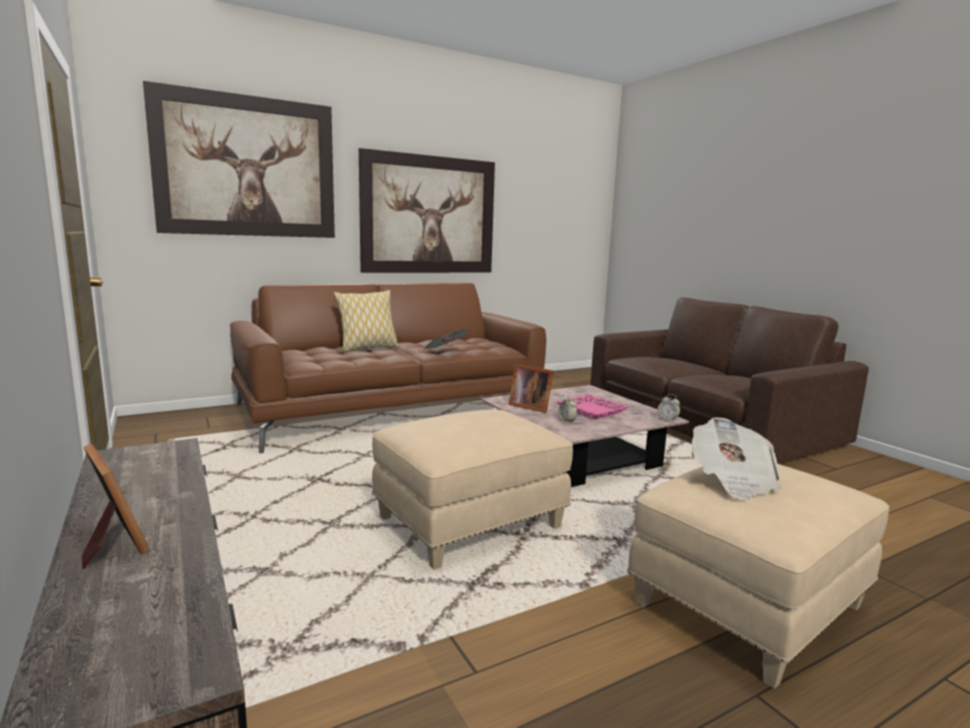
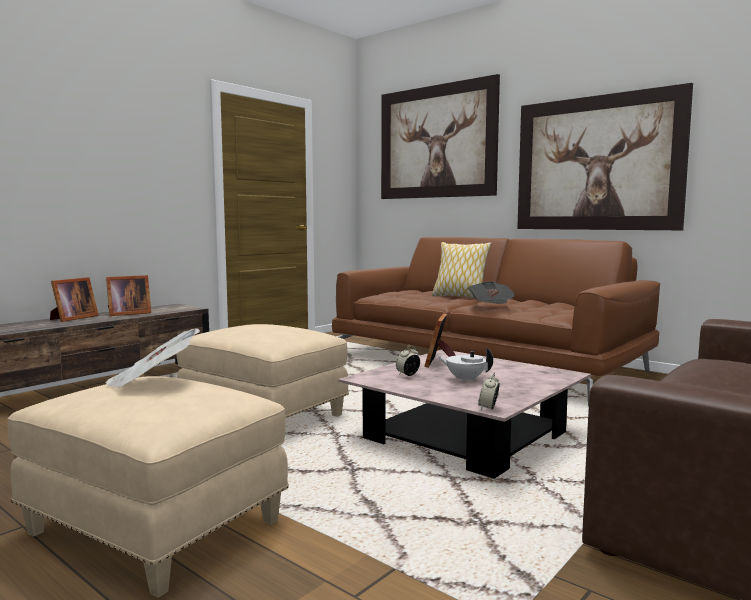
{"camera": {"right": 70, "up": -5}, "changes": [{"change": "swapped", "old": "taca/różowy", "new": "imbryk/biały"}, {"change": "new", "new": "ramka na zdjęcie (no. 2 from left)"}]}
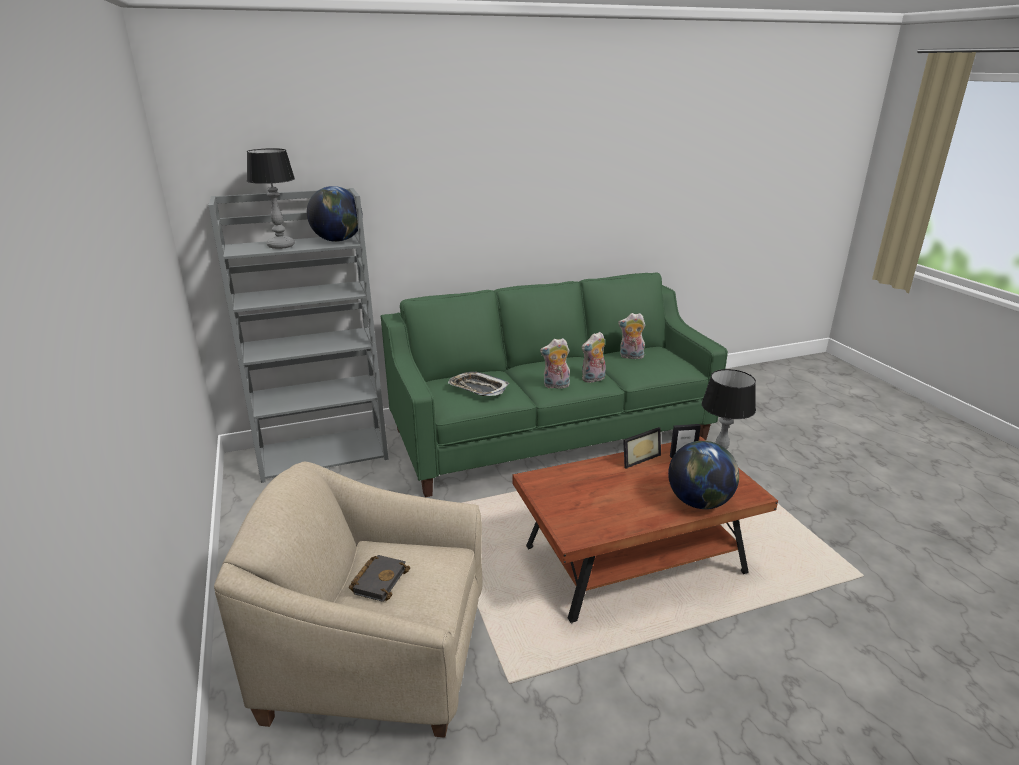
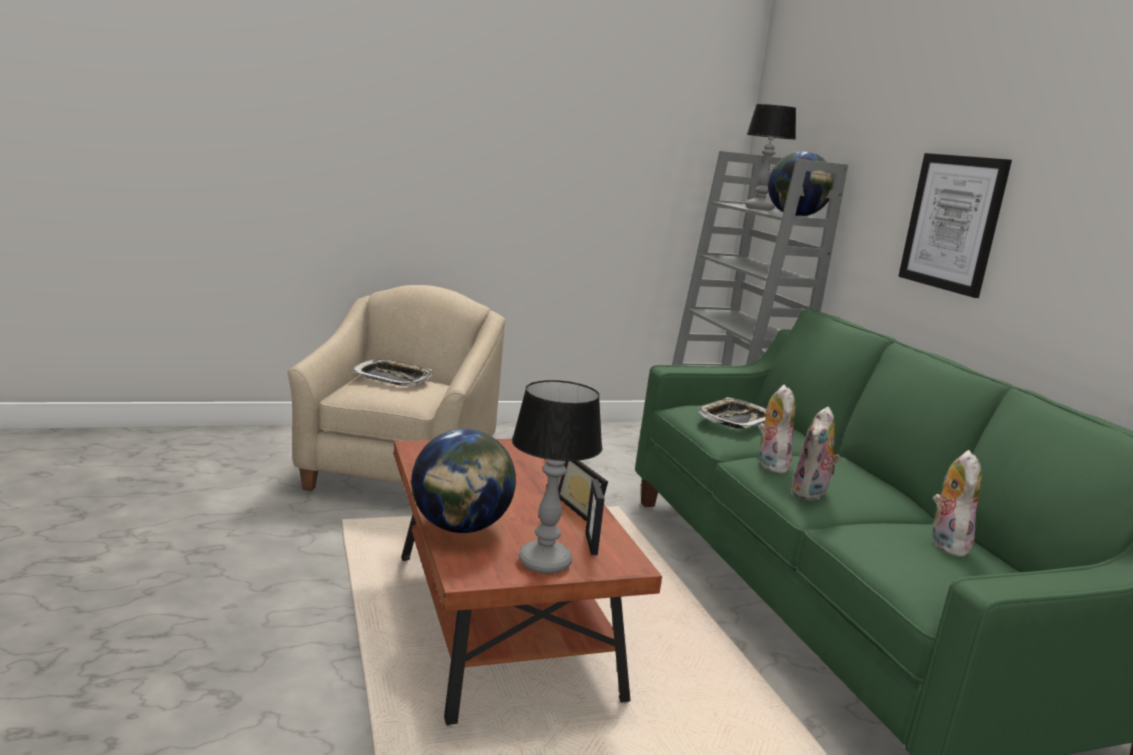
{"camera": {"right": 90, "up": -10}, "changes": [{"change": "swapped", "old": "książka/czarny", "new": "taca (no. 1 from left)"}, {"change": "rotated", "old": "pluszak (no. 2 from left)", "degrees": -120}, {"change": "new", "new": "obraz"}]}
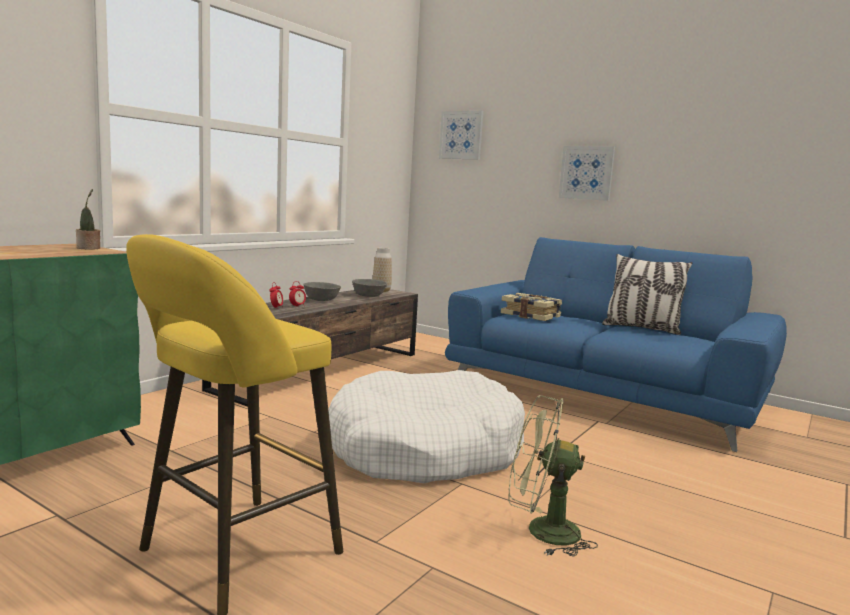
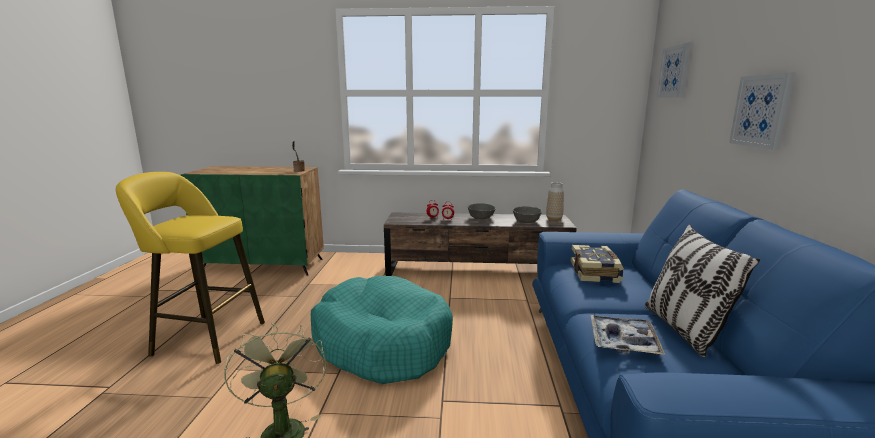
{"camera": {"right": 60, "up": 5}, "changes": [{"change": "repainted", "old": "legowisko/biały", "new": "legowisko/turkusowy"}, {"change": "new", "new": "taca"}]}
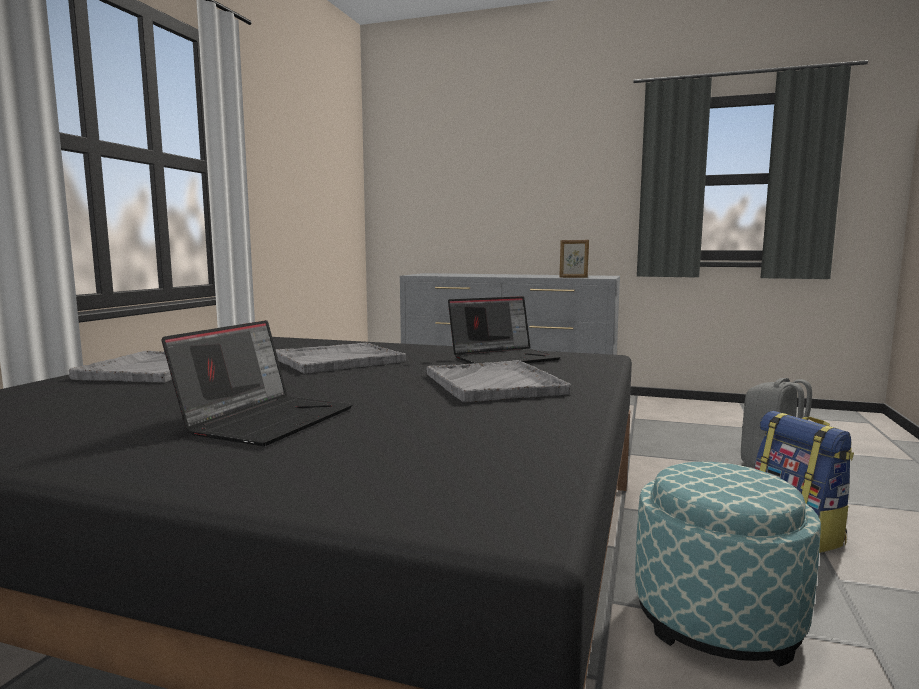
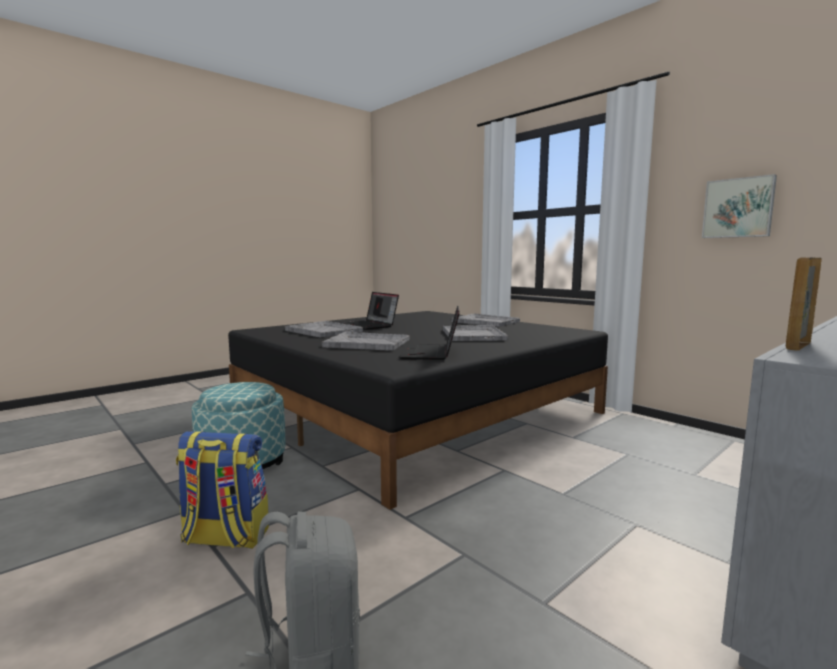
{"camera": {"right": 120, "up": 0}, "changes": [{"change": "new", "new": "taca/szary (no. 1 from left)"}, {"change": "new", "new": "obraz"}]}
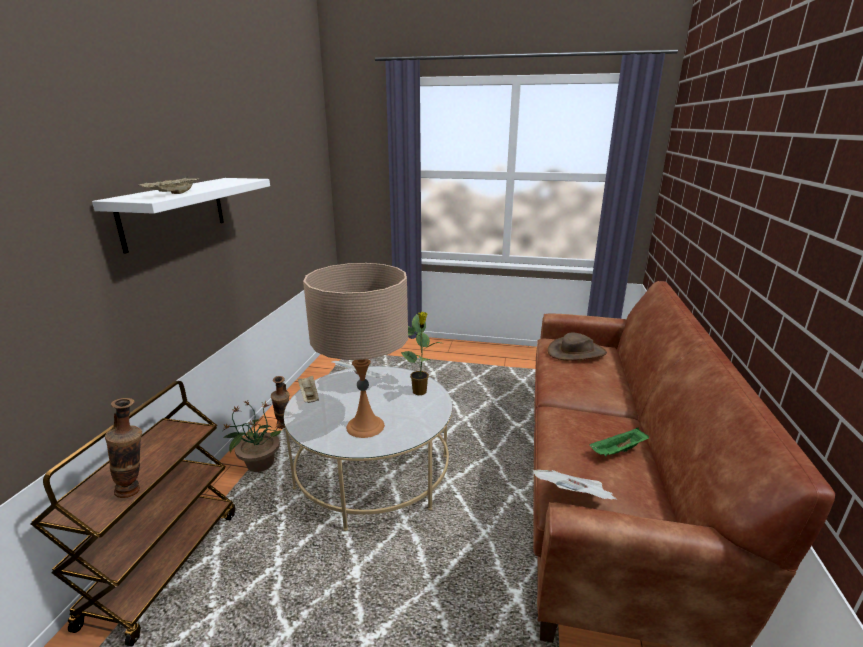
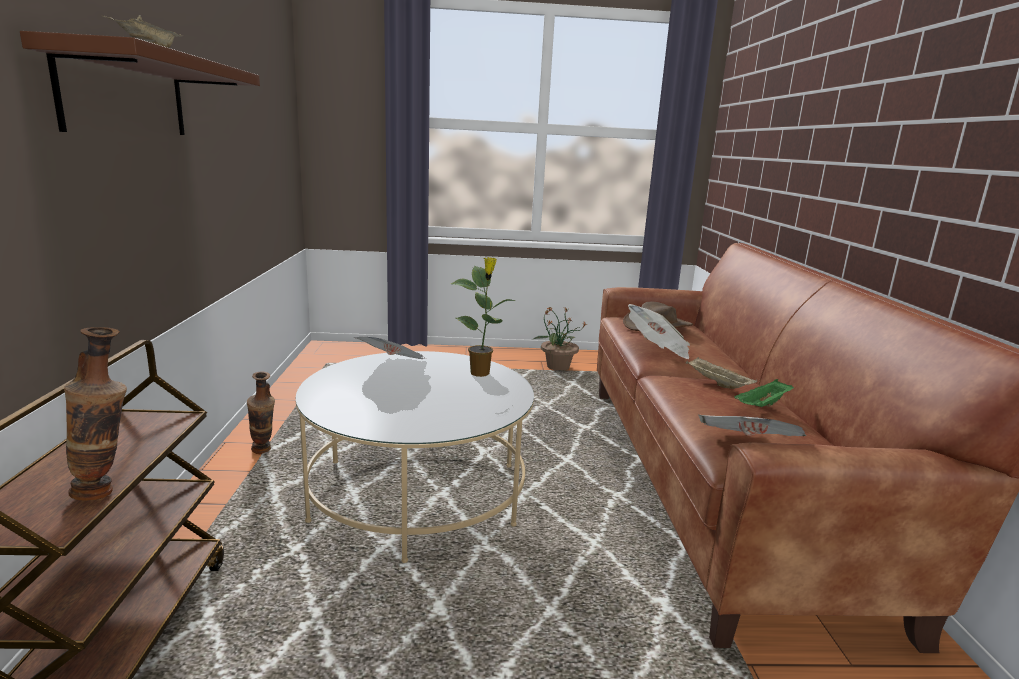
{"camera": {"right": -15, "up": -5}, "changes": [{"change": "repainted", "old": "półka/biały", "new": "półka/brązowy"}, {"change": "shifted", "old": "roślina doniczkowa (no. 1 from left in the first image)", "new": "roślina doniczkowa (no. 2 from left)"}, {"change": "shifted", "old": "taca/beżowy (no. 2 from left)"}, {"change": "gone", "old": "lampa stołowa/beżowy"}, {"change": "new", "new": "gazeta (no. 2 from left)"}]}
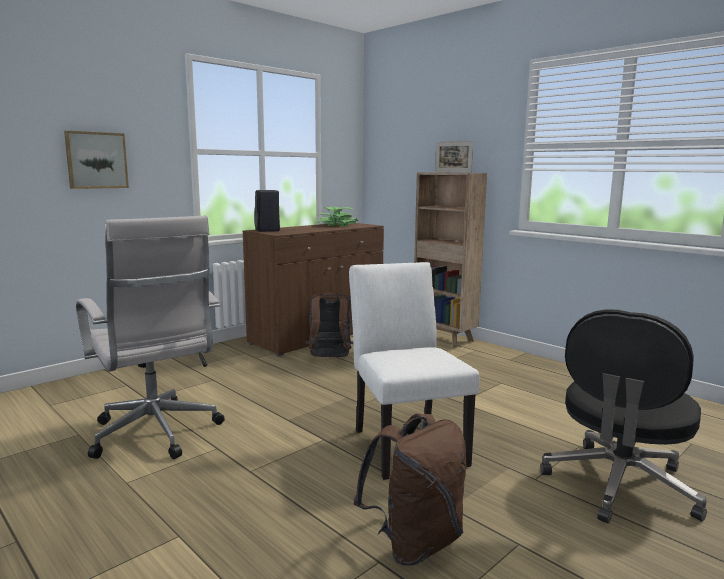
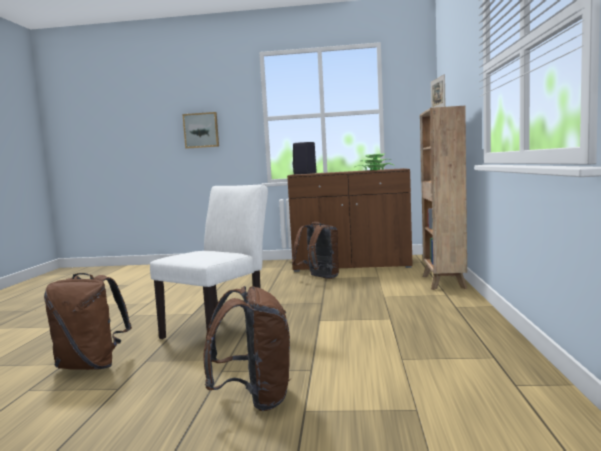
{"camera": {"right": 50, "up": -5}, "changes": [{"change": "gone", "old": "krzesło biurowe/biały"}, {"change": "swapped", "old": "krzesło biurowe/czarny", "new": "plecak/brązowy (no. 2 from left)"}]}
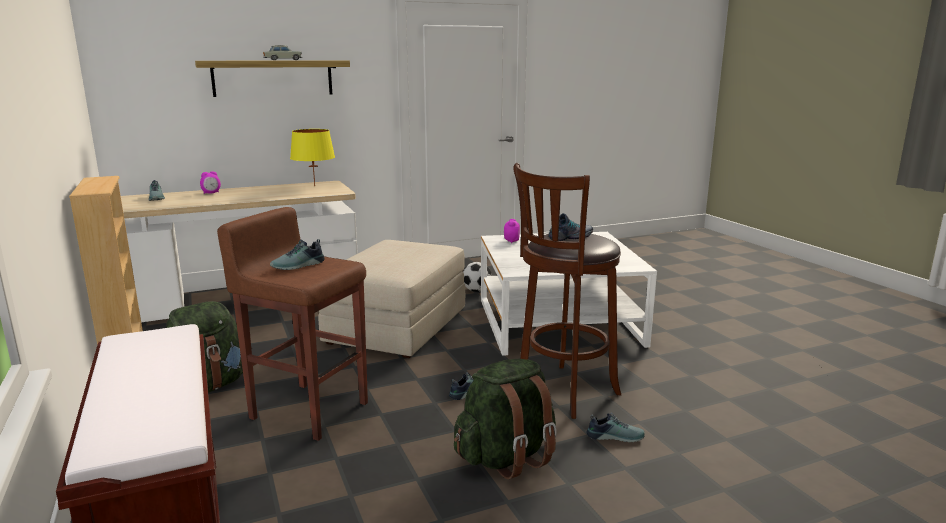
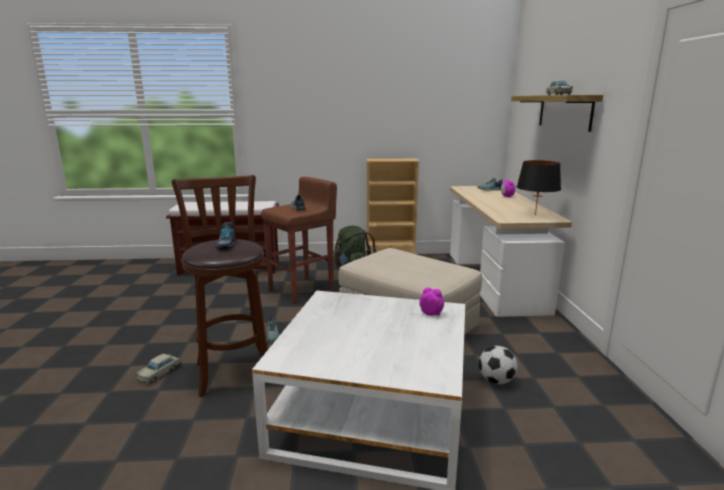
{"camera": {"right": 110, "up": 0}, "changes": [{"change": "repainted", "old": "lampa stołowa/żółty", "new": "lampa stołowa/czarny"}, {"change": "gone", "old": "plecak/zielony (no. 2 from left)"}, {"change": "swapped", "old": "but (no. 5 from left)", "new": "samochodzik/beżowy (no. 1 from left)"}]}
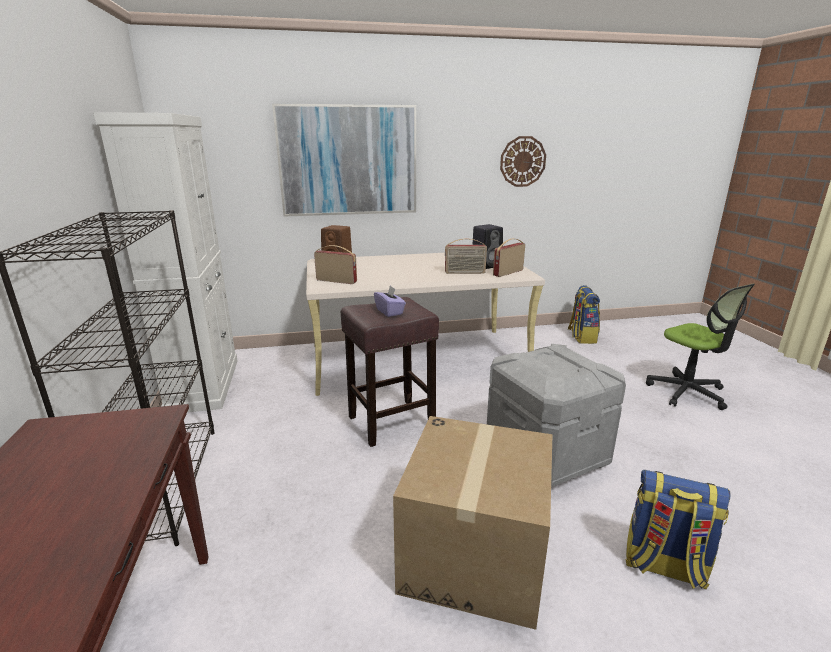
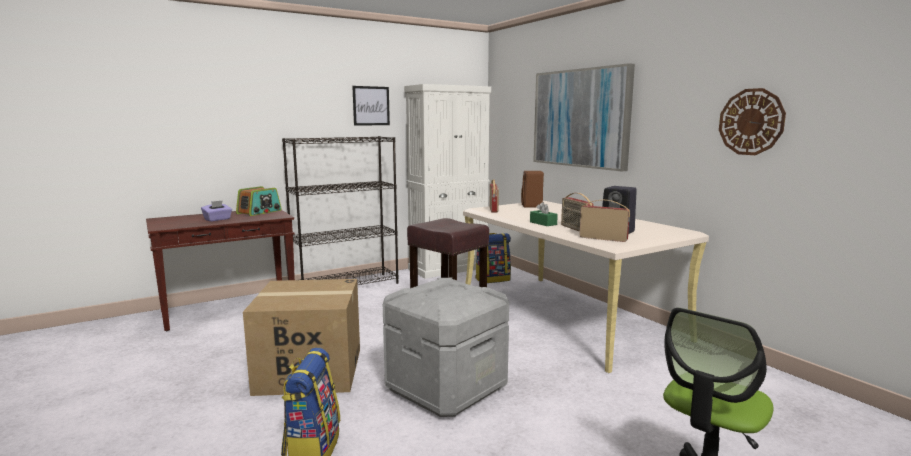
{"camera": {"right": 70, "up": -10}, "changes": [{"change": "shifted", "old": "pudełko chusteczek/fioletowy"}, {"change": "shifted", "old": "plecak (no. 1 from left in the first image)", "new": "plecak (no. 2 from left)"}, {"change": "new", "new": "radio (no. 1 from left)"}, {"change": "new", "new": "obraz (no. 1 from left)"}, {"change": "new", "new": "pudełko chusteczek/zielony"}]}
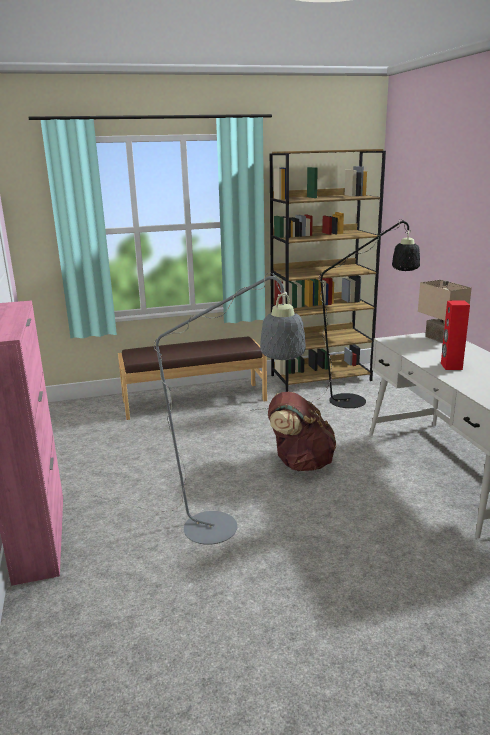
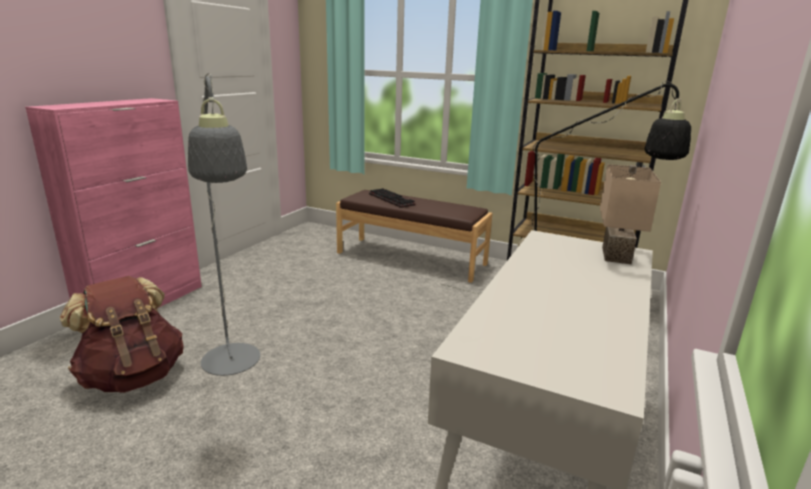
{"camera": {"right": 40, "up": 0}, "changes": [{"change": "shifted", "old": "plecak/brązowy"}, {"change": "gone", "old": "głośnik/czerwony"}, {"change": "new", "new": "klawiatura"}]}
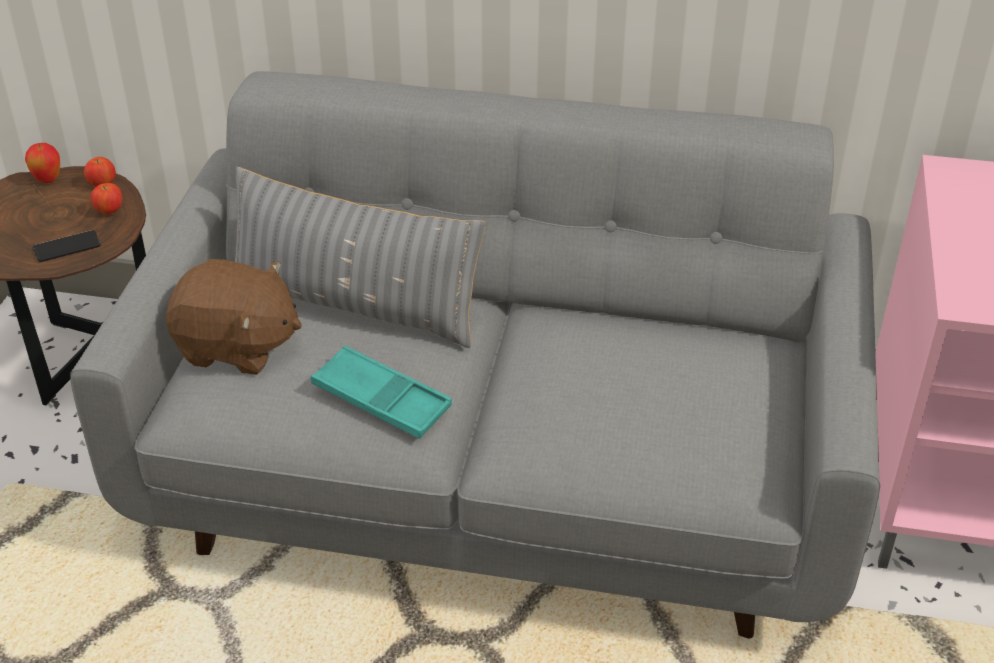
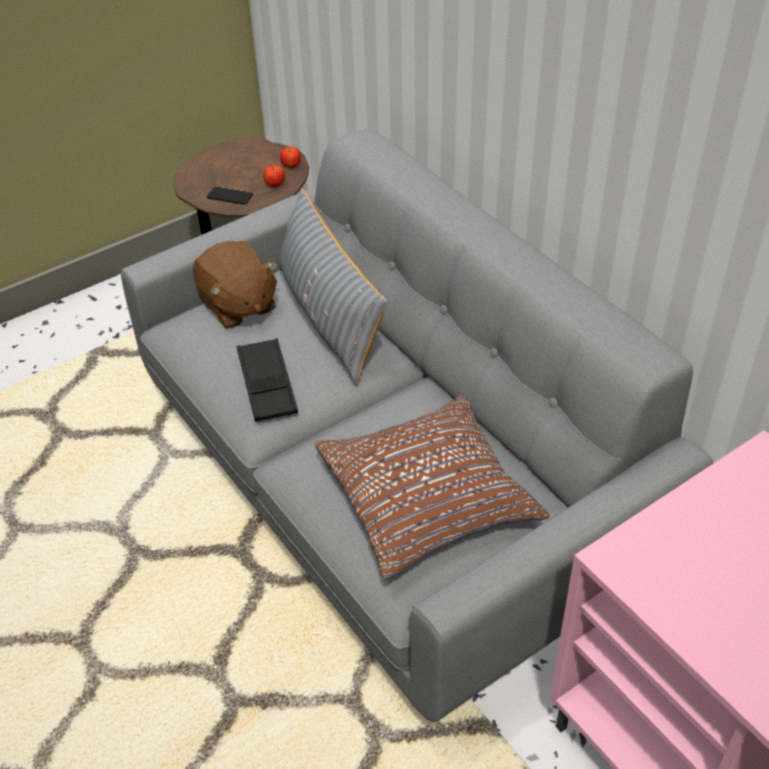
{"camera": {"right": 45, "up": 5}, "changes": [{"change": "gone", "old": "jabłko (no. 1 from left)"}, {"change": "repainted", "old": "taca/turkusowy", "new": "taca/czarny"}, {"change": "new", "new": "poduszka/brązowy"}]}
